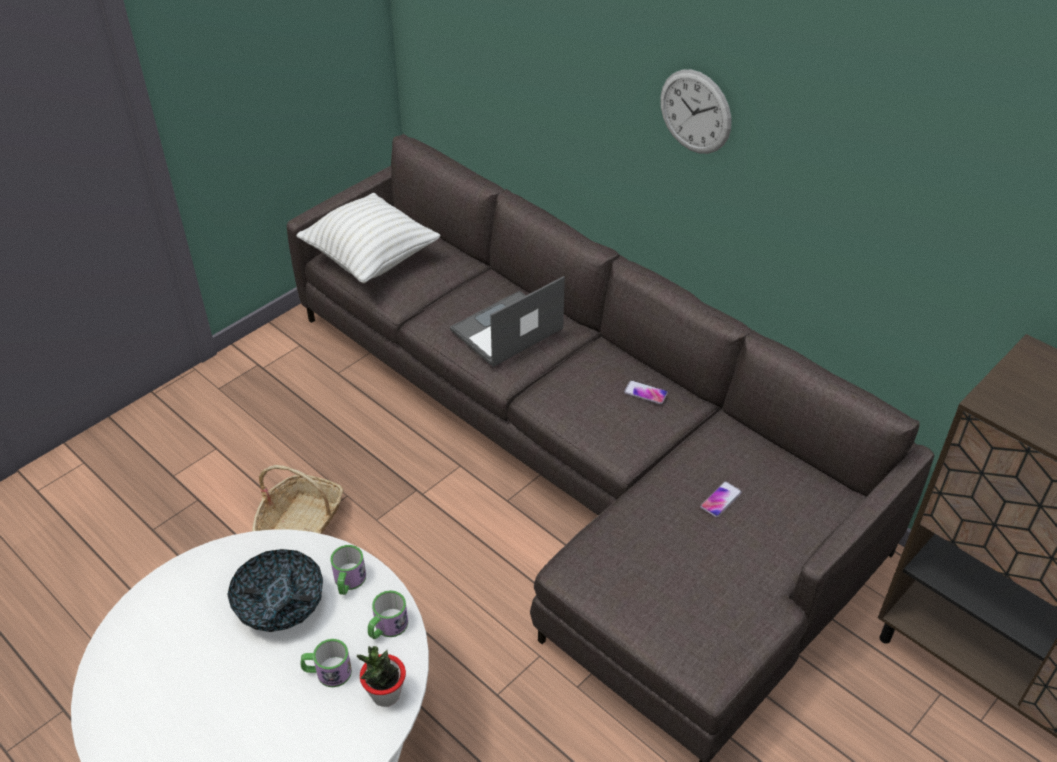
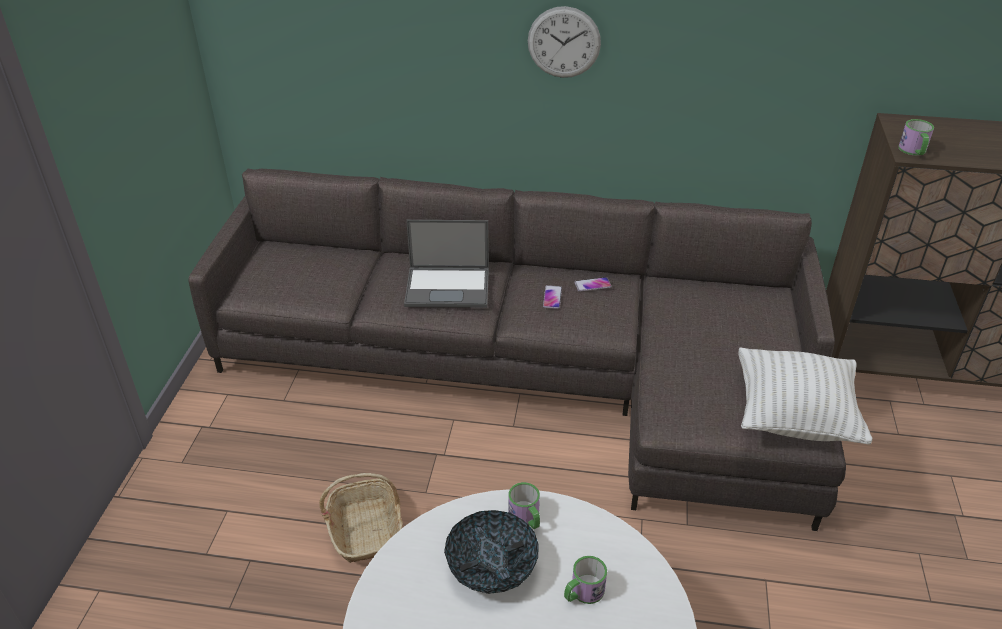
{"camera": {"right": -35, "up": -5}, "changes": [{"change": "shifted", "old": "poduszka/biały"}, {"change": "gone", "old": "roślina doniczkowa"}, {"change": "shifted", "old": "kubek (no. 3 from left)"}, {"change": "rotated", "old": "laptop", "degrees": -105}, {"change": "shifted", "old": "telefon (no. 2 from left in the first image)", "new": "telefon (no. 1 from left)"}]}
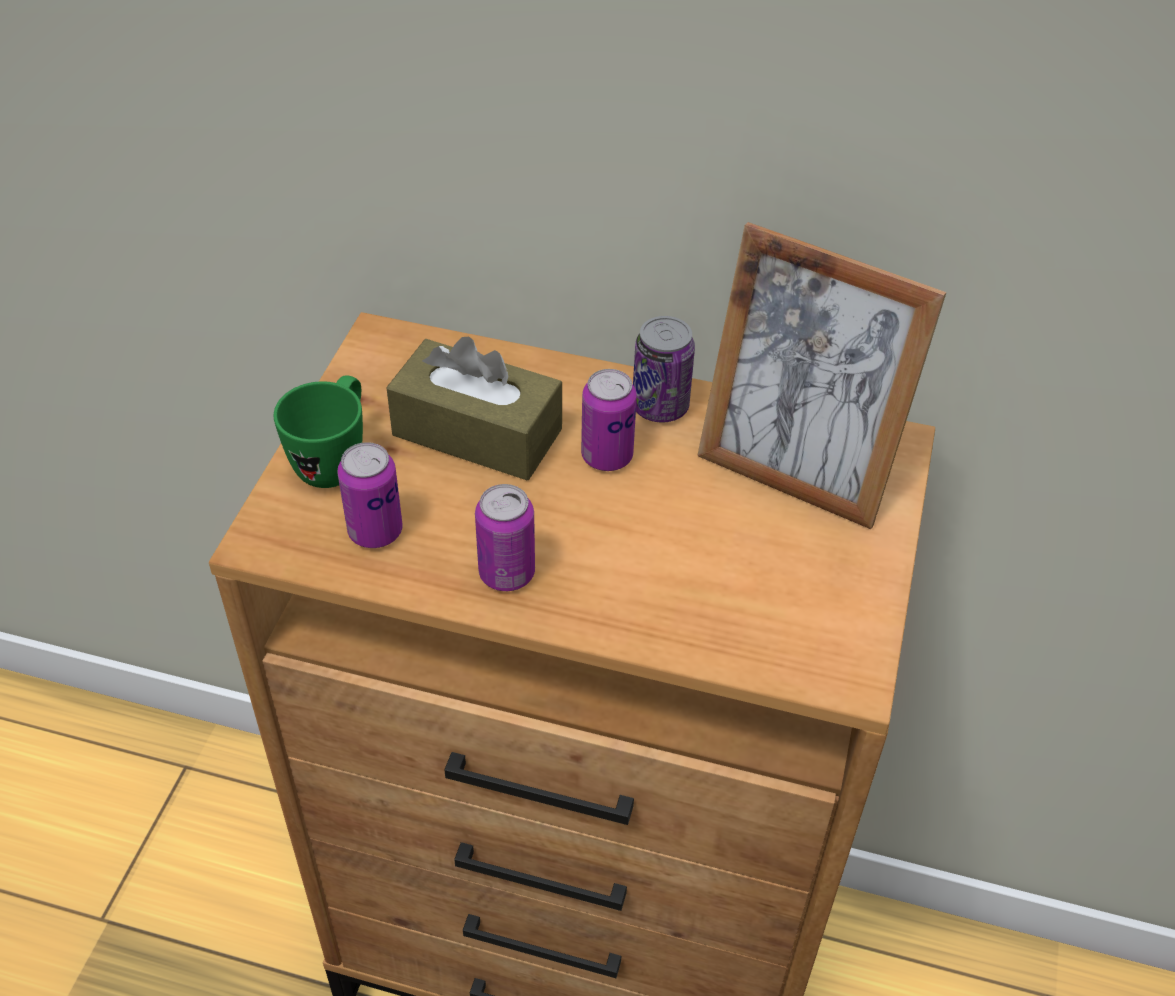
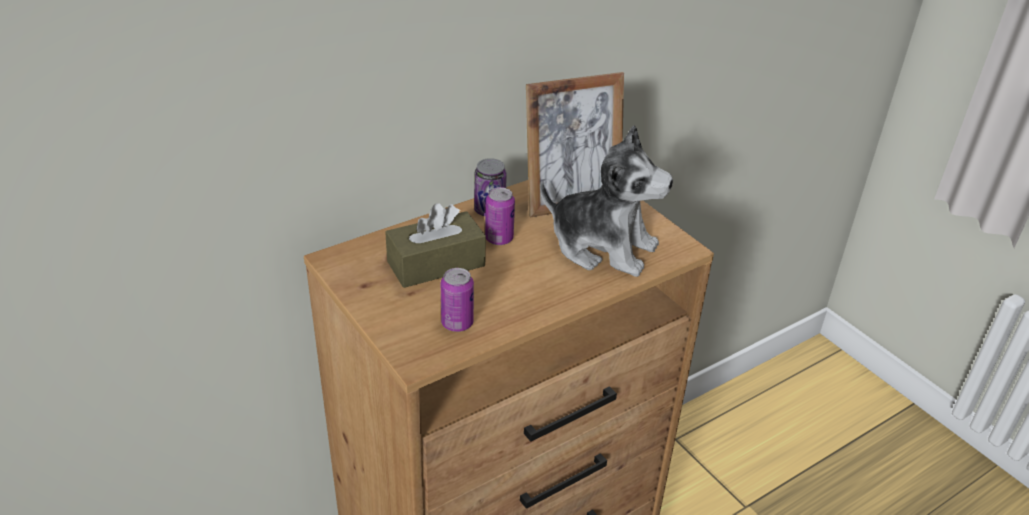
{"camera": {"right": -50, "up": -10}, "changes": [{"change": "gone", "old": "kubek/zielony"}, {"change": "gone", "old": "puszka (no. 2 from left)"}, {"change": "new", "new": "pluszak"}]}
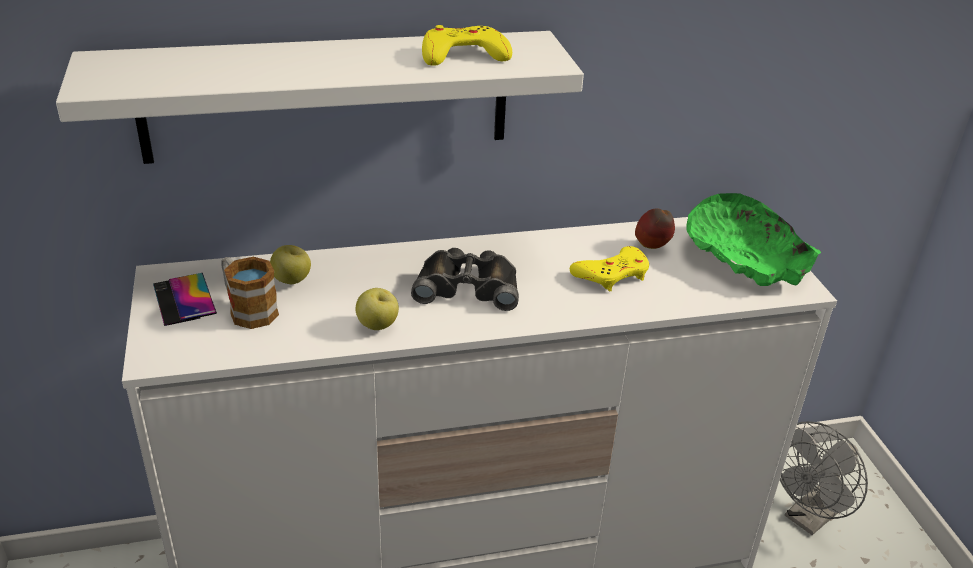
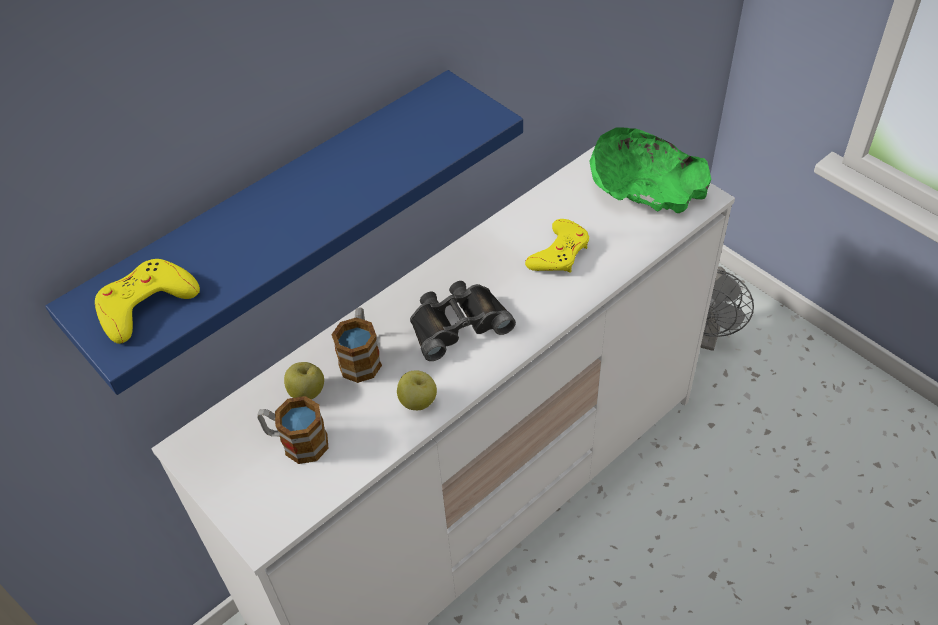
{"camera": {"right": -25, "up": 15}, "changes": [{"change": "repainted", "old": "półka/biały", "new": "półka/niebieski"}, {"change": "gone", "old": "telefon"}, {"change": "shifted", "old": "pad do gier/żółty (no. 1 from left)"}, {"change": "gone", "old": "jabłko (no. 3 from left)"}, {"change": "new", "new": "kubek (no. 2 from left)"}]}
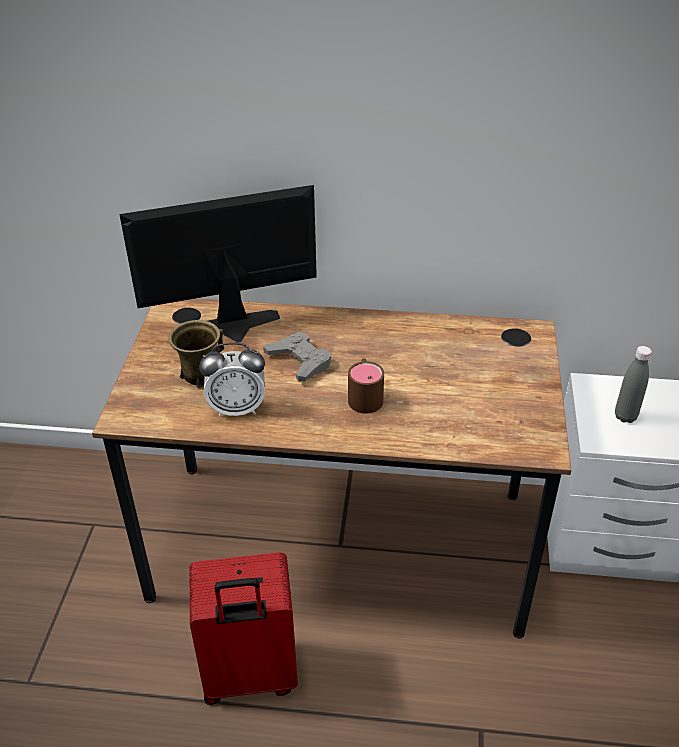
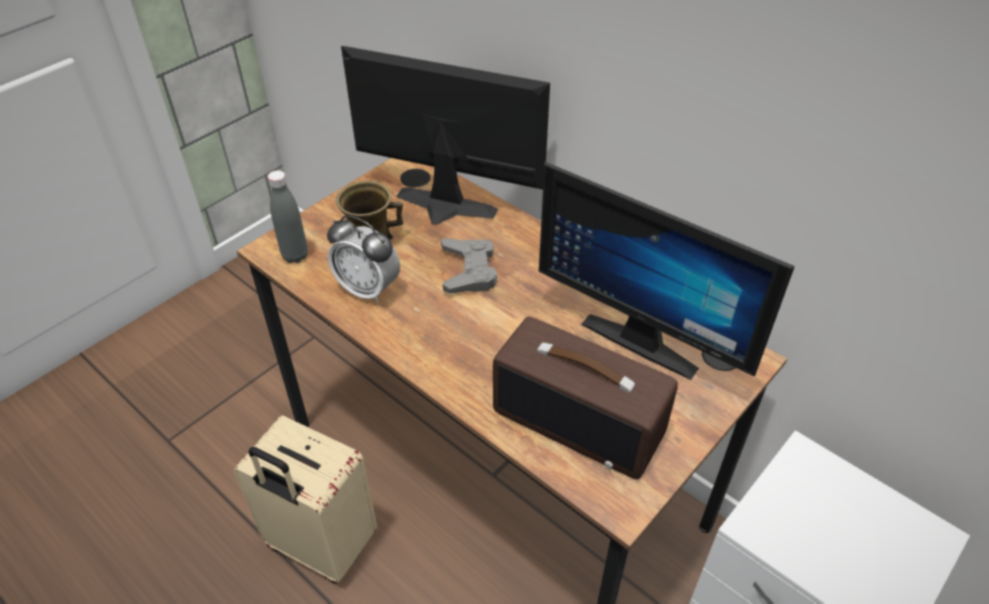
{"camera": {"right": 35, "up": 5}, "changes": [{"change": "repainted", "old": "walizka/czerwony", "new": "walizka/beżowy"}, {"change": "gone", "old": "kubek/brązowy (no. 2 from left)"}, {"change": "shifted", "old": "butelka/szary"}, {"change": "new", "new": "radio"}, {"change": "new", "new": "monitor (no. 2 from left)"}]}
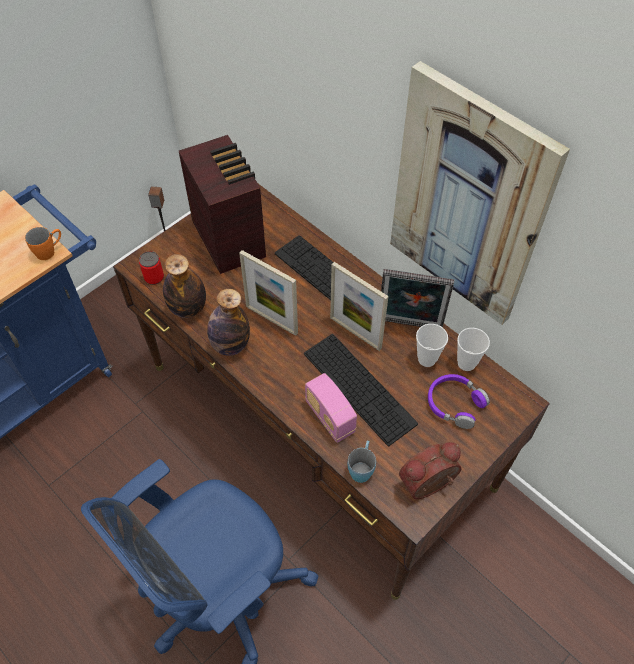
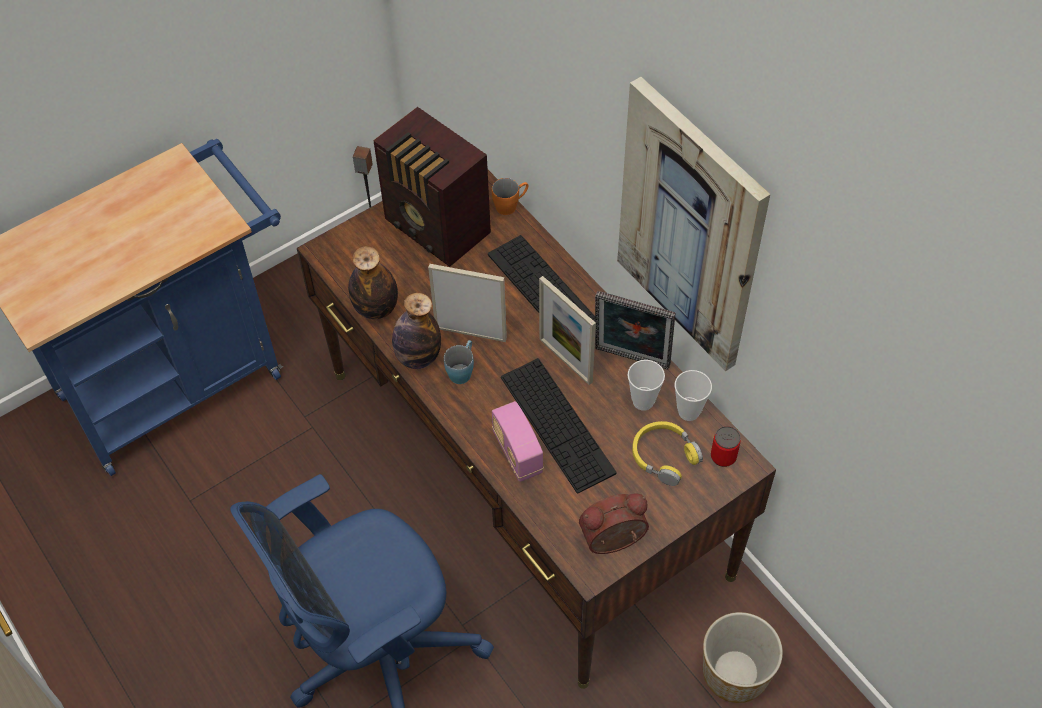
{"camera": {"right": 10, "up": 0}, "changes": [{"change": "shifted", "old": "kubek/pomarańczowy"}, {"change": "shifted", "old": "puszka"}, {"change": "rotated", "old": "radio (no. 1 from left)", "degrees": 150}, {"change": "rotated", "old": "ramka na zdjęcie (no. 1 from left)", "degrees": 150}, {"change": "shifted", "old": "kubek/niebieski"}, {"change": "repainted", "old": "słuchawki/fioletowy", "new": "słuchawki/żółty"}, {"change": "new", "new": "donica"}]}
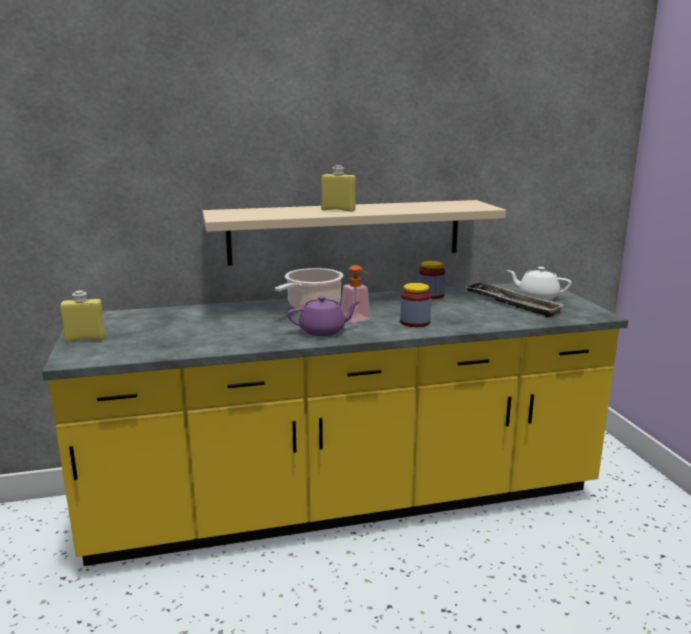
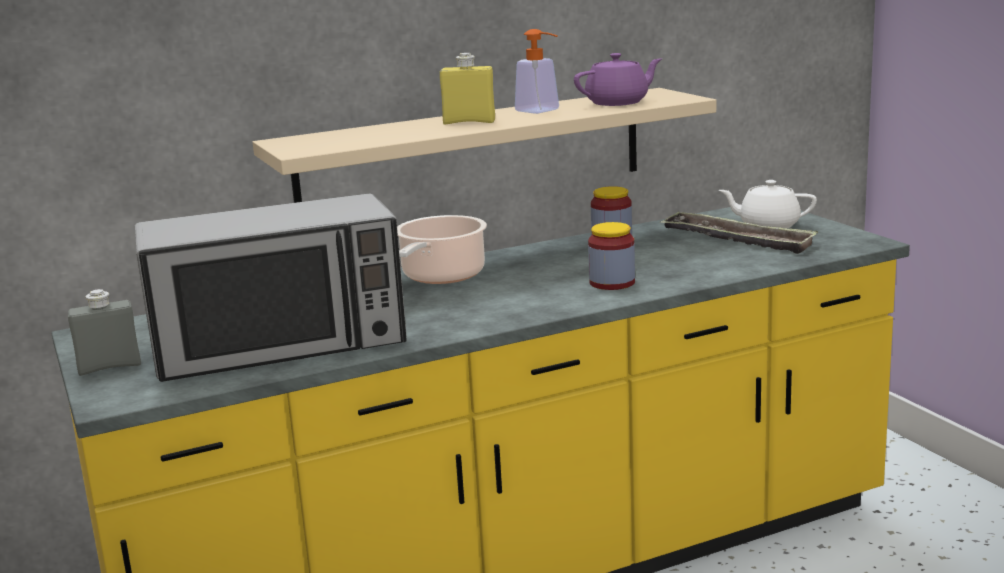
{"camera": {"right": -10, "up": 0}, "changes": [{"change": "repainted", "old": "butelka/żółty (no. 1 from left)", "new": "butelka/szary"}, {"change": "shifted", "old": "imbryk/fioletowy"}, {"change": "shifted", "old": "dozownik mydła"}, {"change": "new", "new": "mikrofalówka"}]}
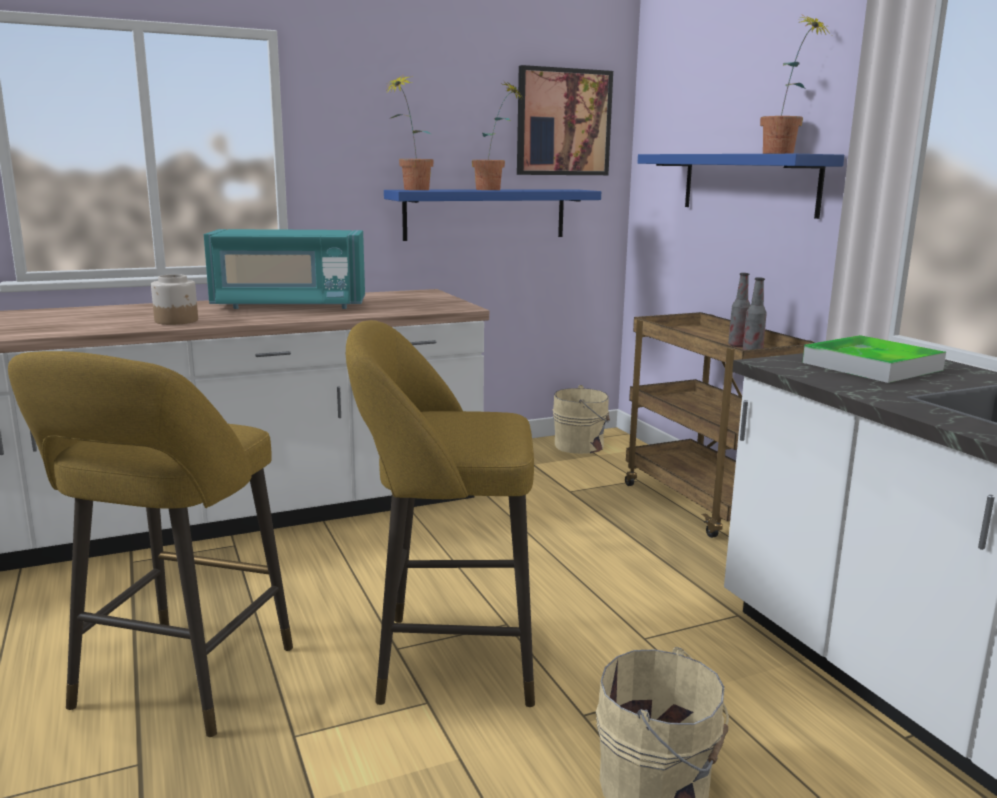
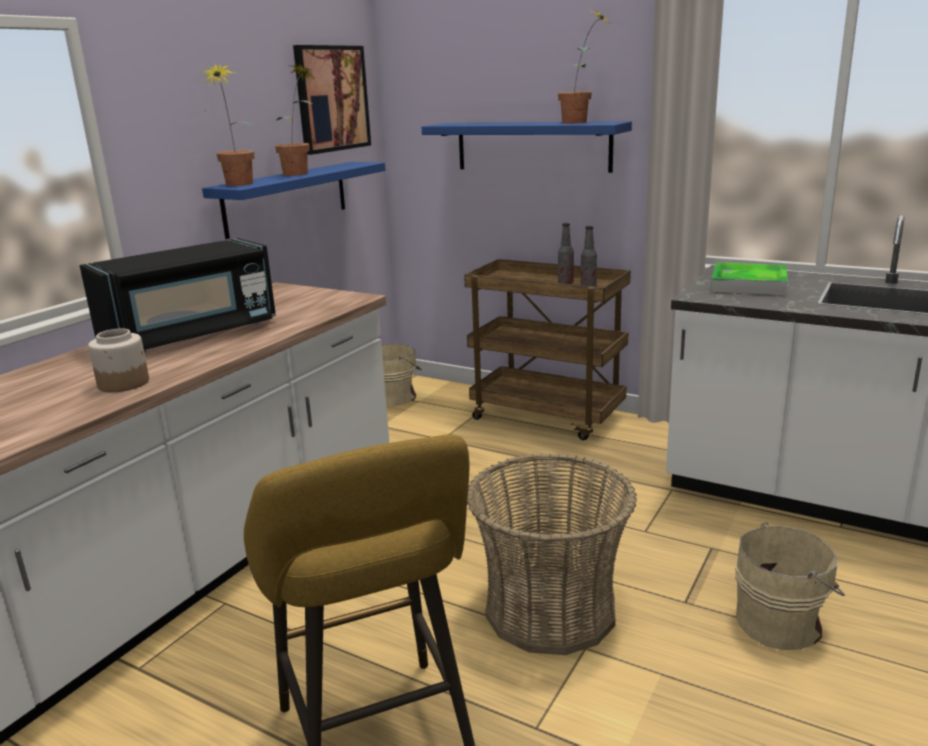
{"camera": {"right": -35, "up": 5}, "changes": [{"change": "repainted", "old": "mikrofalówka/turkusowy", "new": "mikrofalówka/czarny"}, {"change": "swapped", "old": "stołek/żółty (no. 2 from left)", "new": "koszyk"}]}
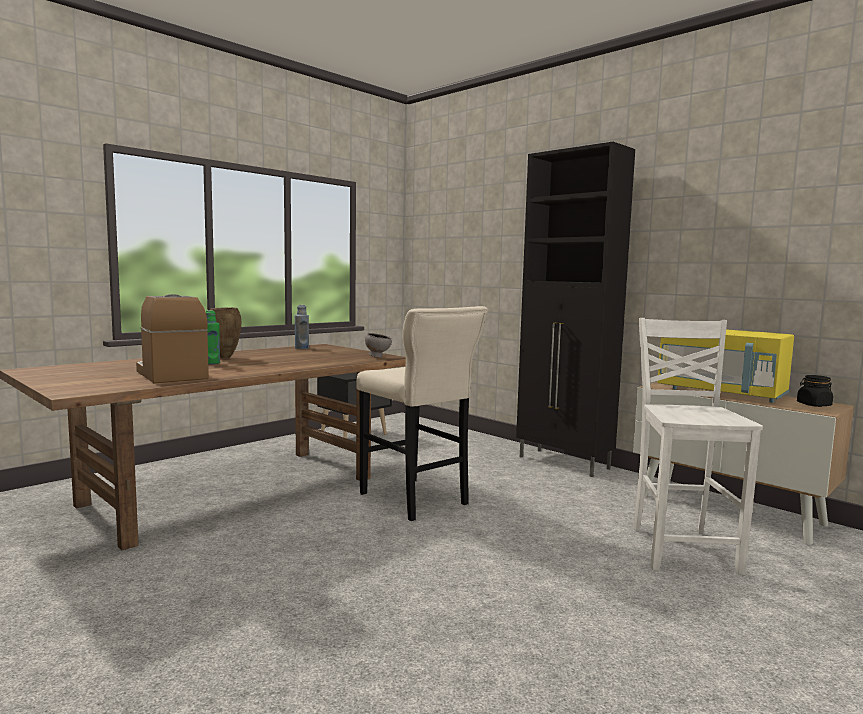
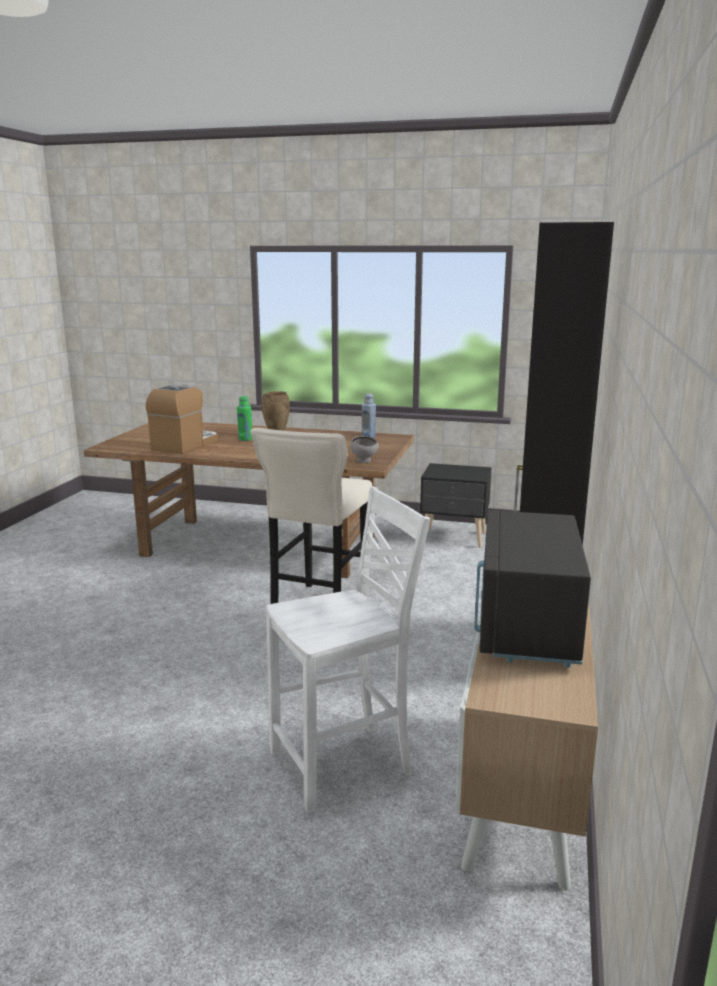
{"camera": {"right": 60, "up": 10}, "changes": [{"change": "repainted", "old": "mikrofalówka/żółty", "new": "mikrofalówka/czarny"}, {"change": "gone", "old": "słoik/czarny"}]}
